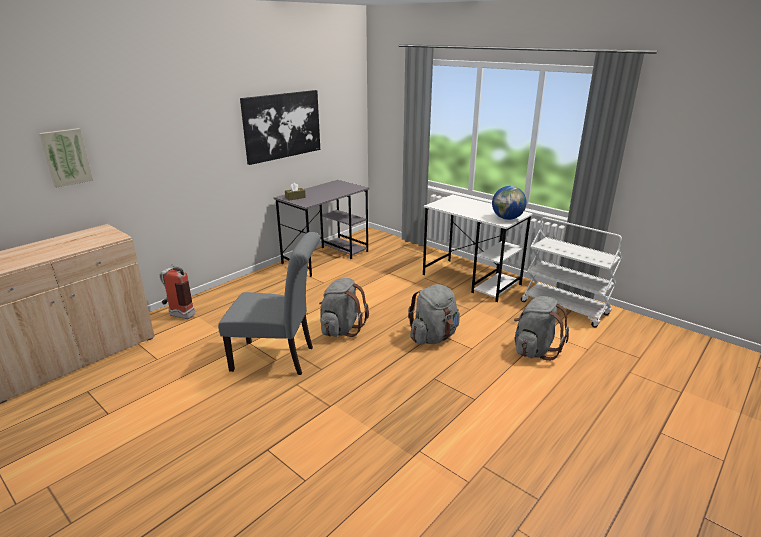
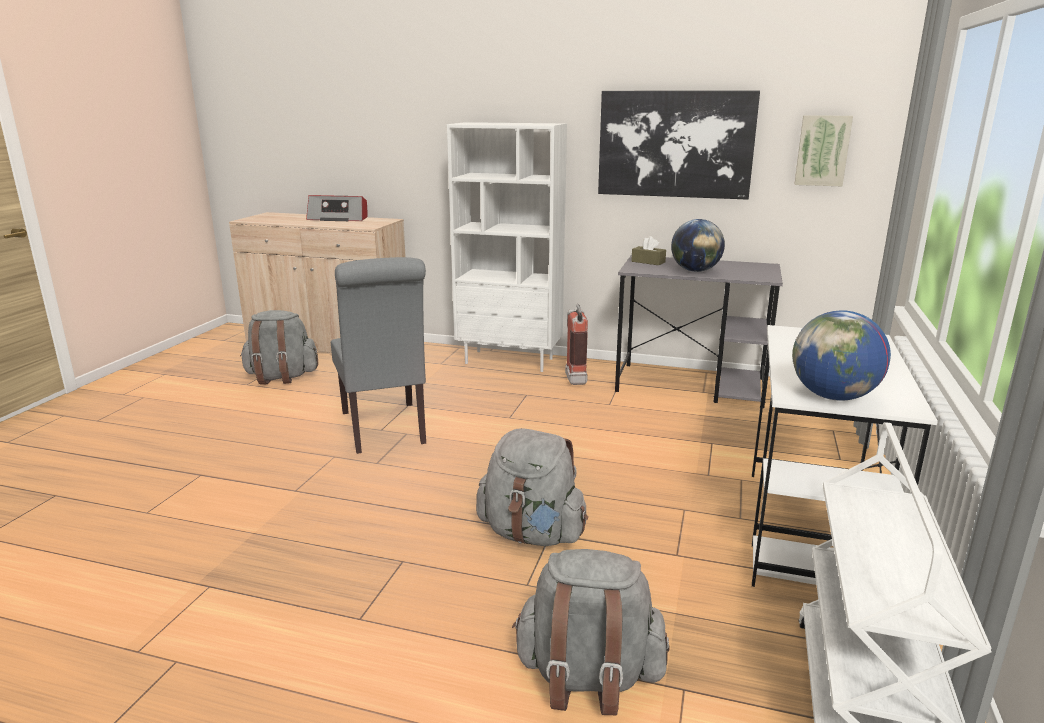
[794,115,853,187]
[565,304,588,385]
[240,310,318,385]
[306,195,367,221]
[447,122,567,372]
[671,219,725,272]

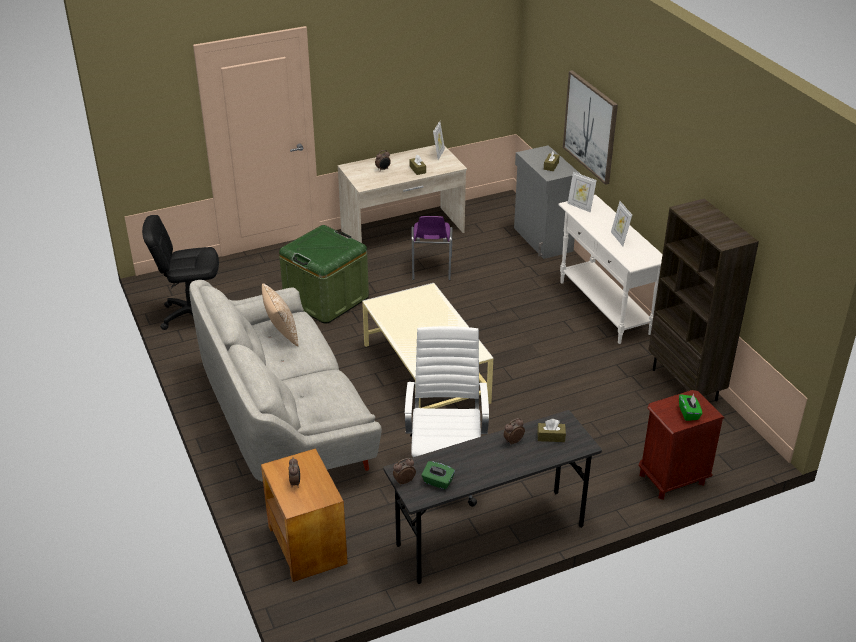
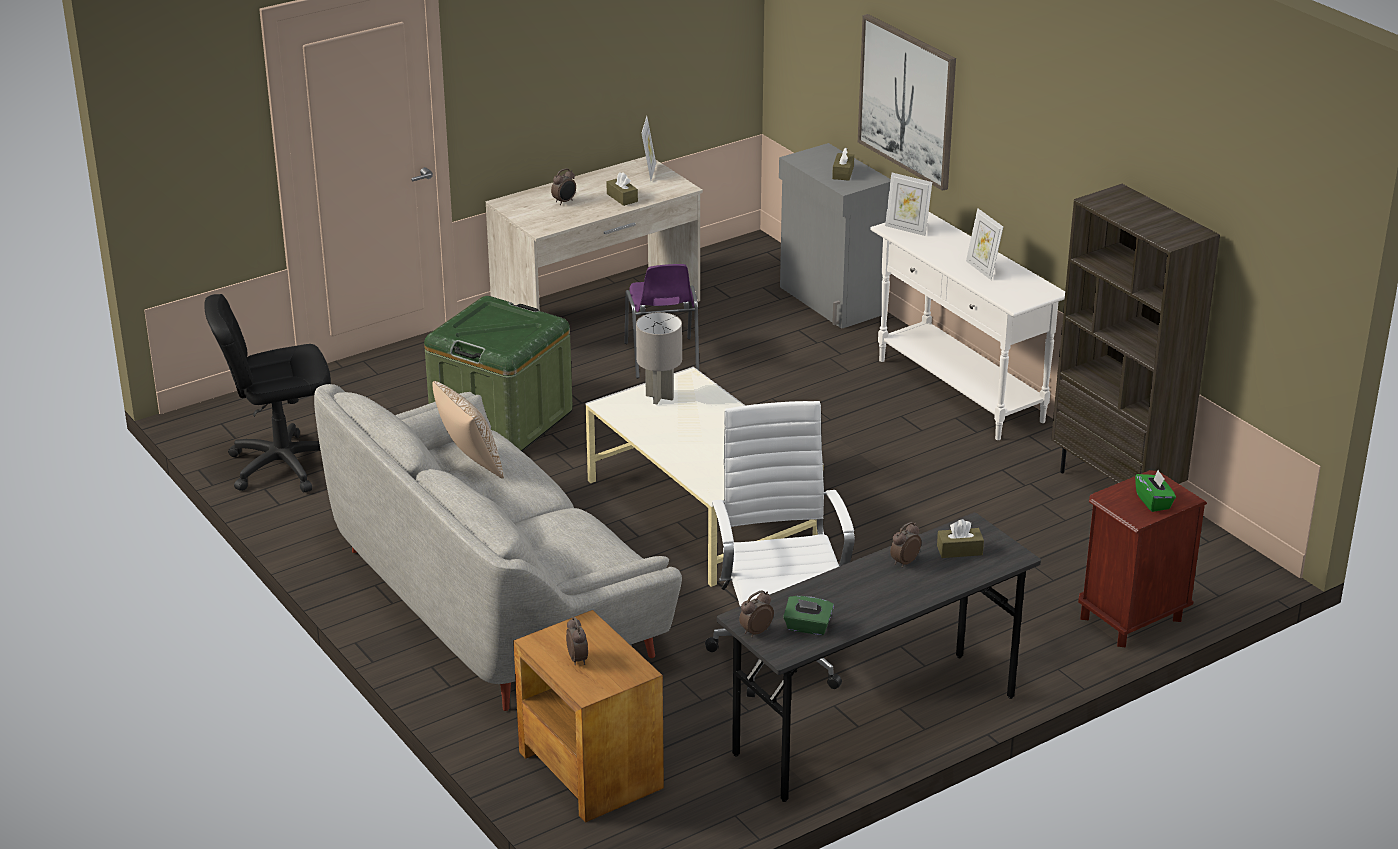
[636,312,682,404]

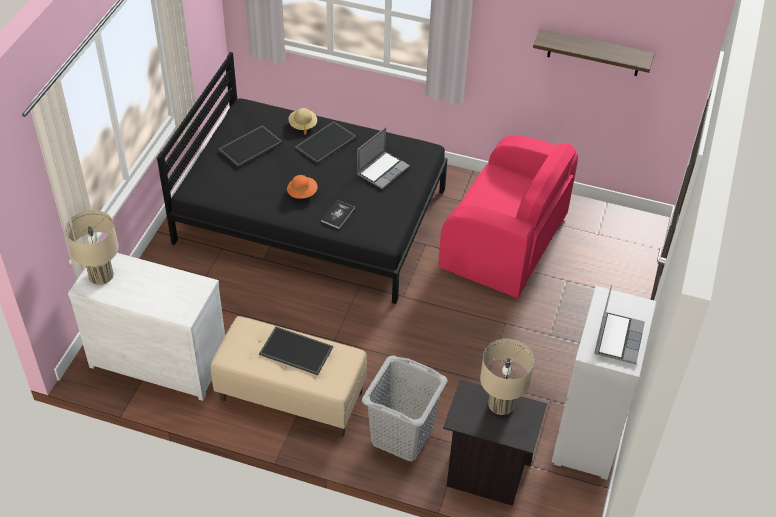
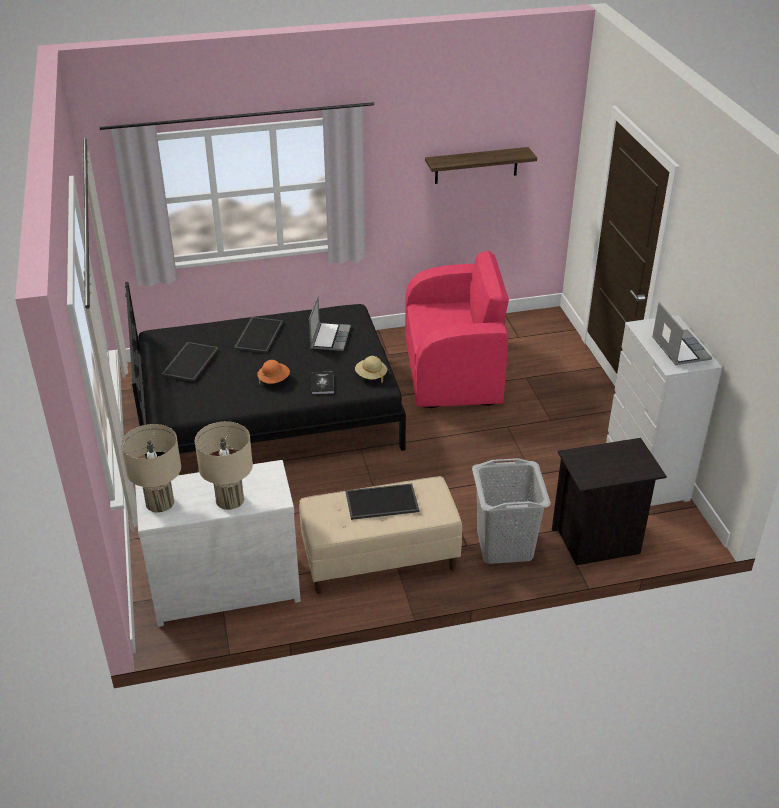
[355,356,387,383]
[195,421,253,510]

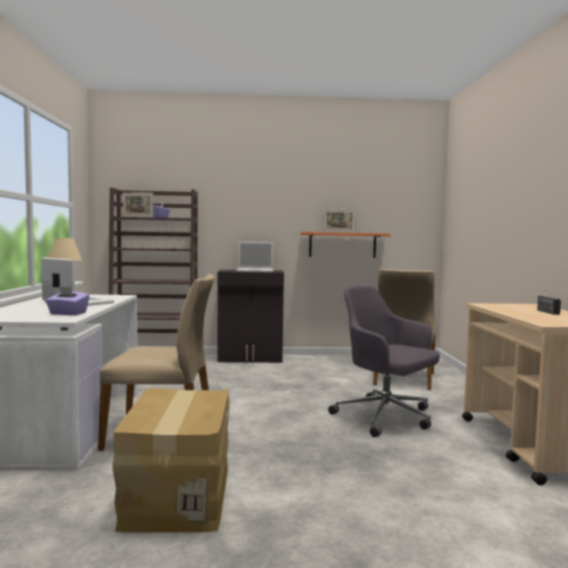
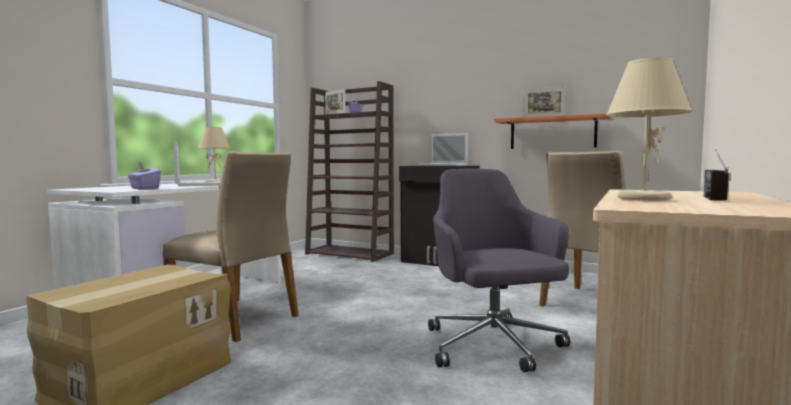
[606,57,692,201]

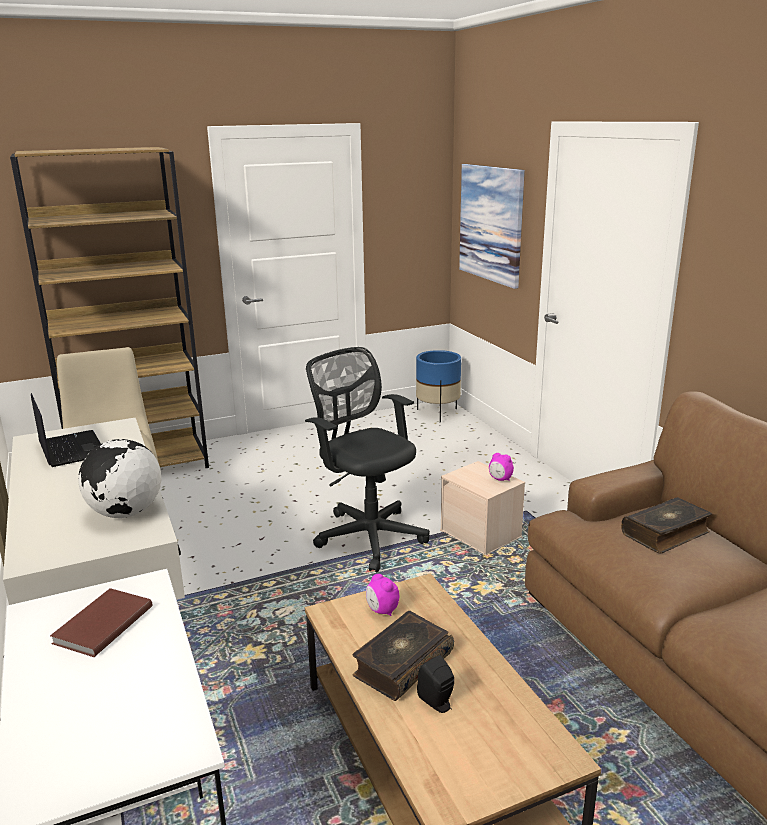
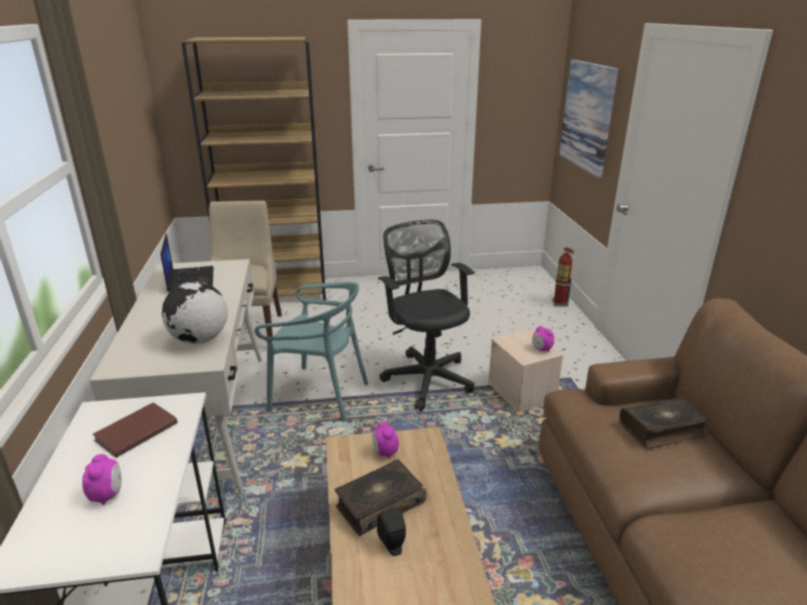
[416,350,461,422] (first image)
[82,454,121,506]
[254,282,368,421]
[552,247,575,307]

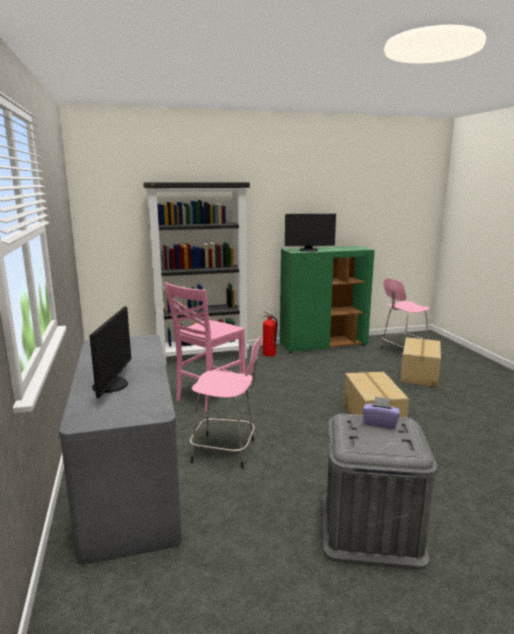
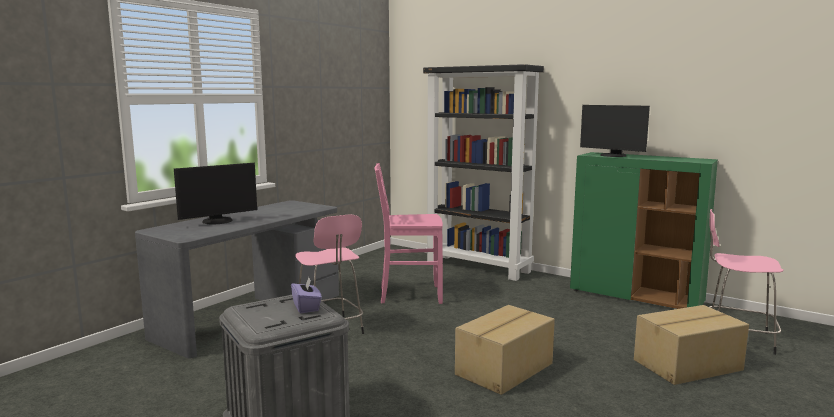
[262,311,277,357] (first image)

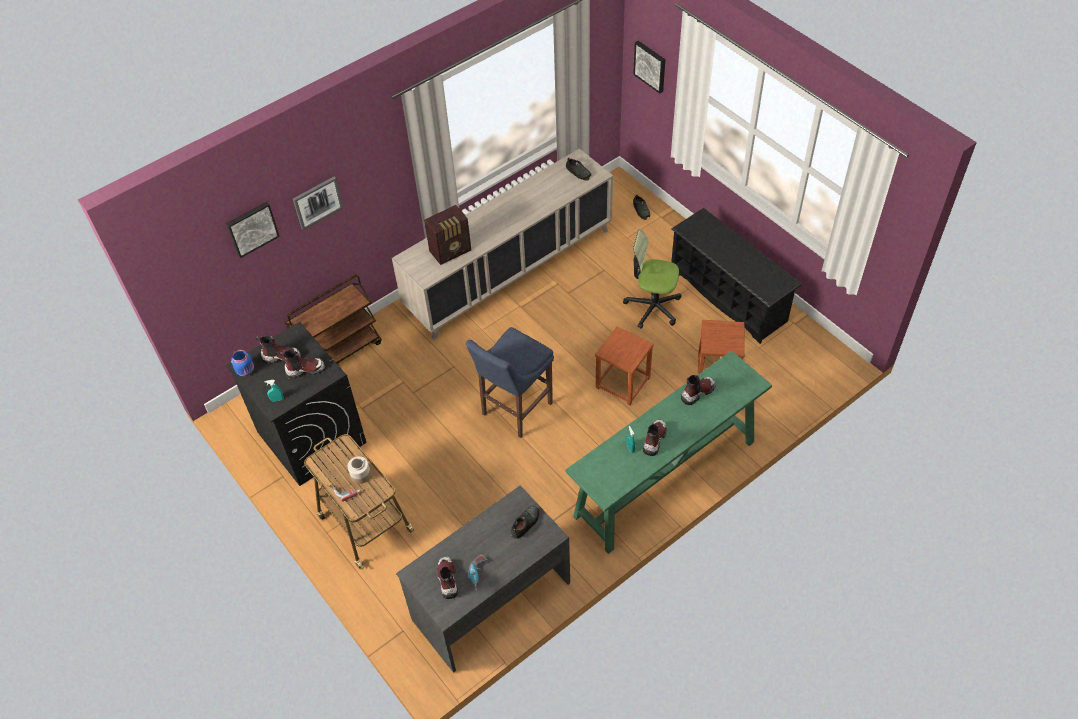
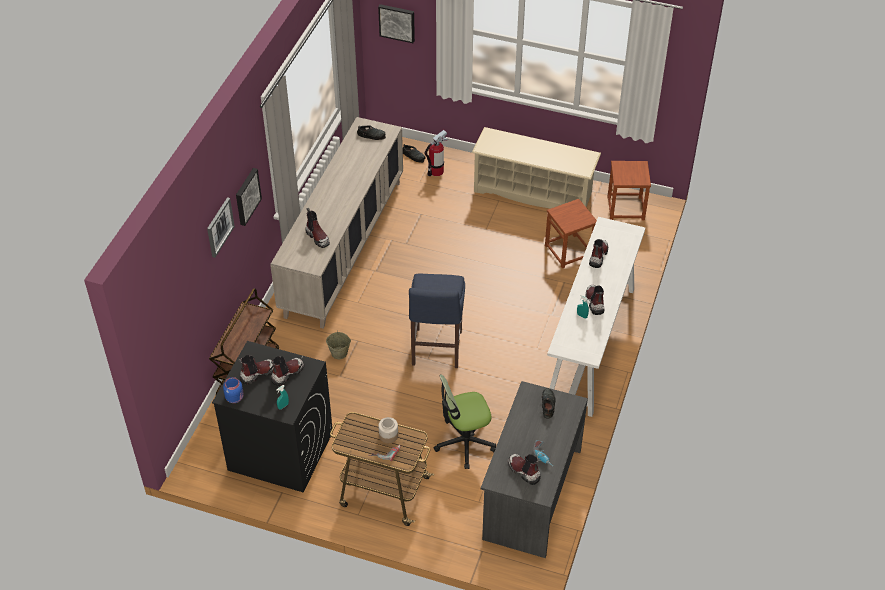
[236,168,262,226]
[306,207,330,248]
[547,217,645,417]
[607,161,651,221]
[434,375,496,469]
[472,127,601,208]
[326,330,351,359]
[425,130,448,176]

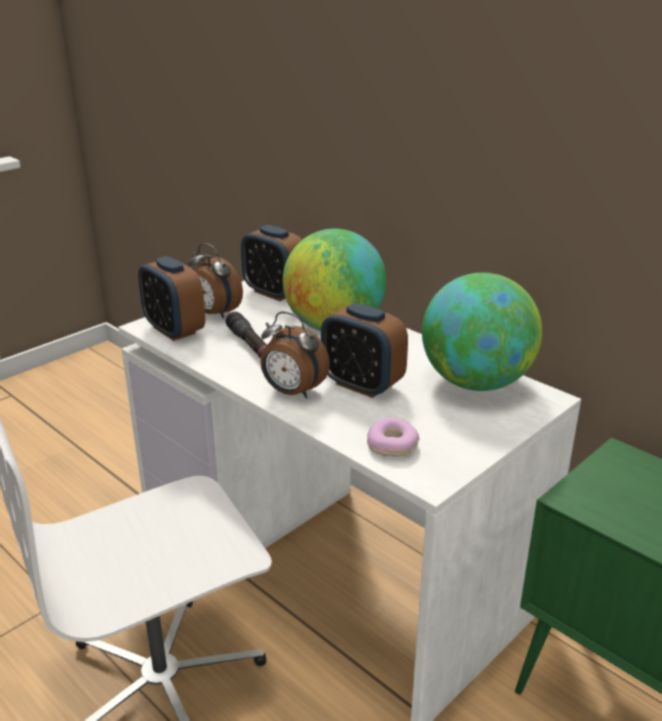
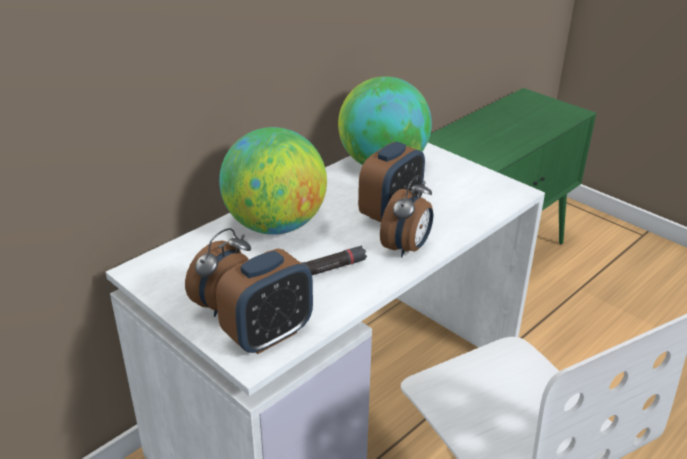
[241,225,302,301] (first image)
[367,417,419,456] (first image)

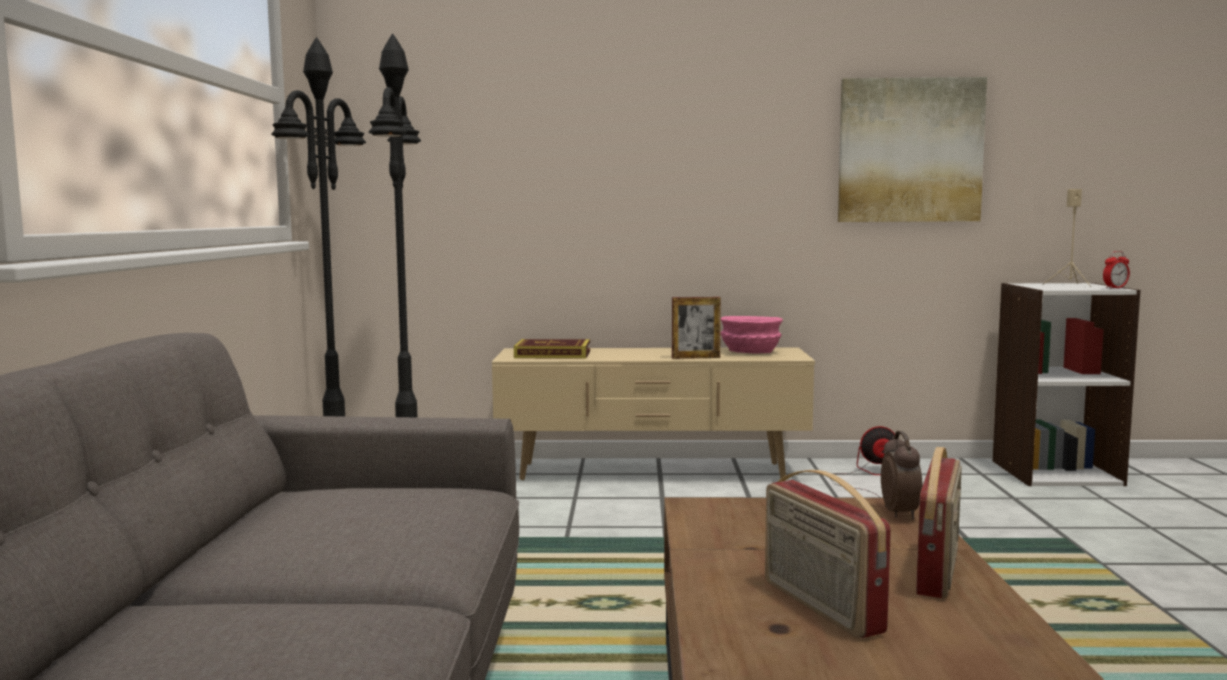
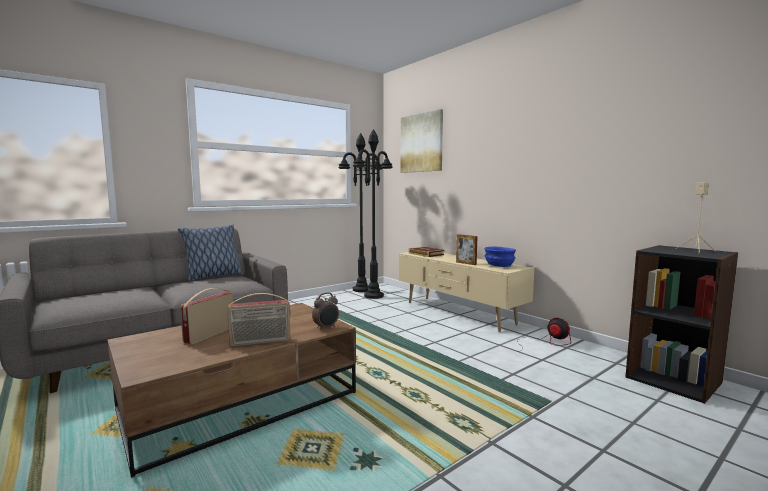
[484,247,516,267]
[401,109,443,173]
[625,245,738,404]
[1103,251,1130,289] (first image)
[178,225,243,282]

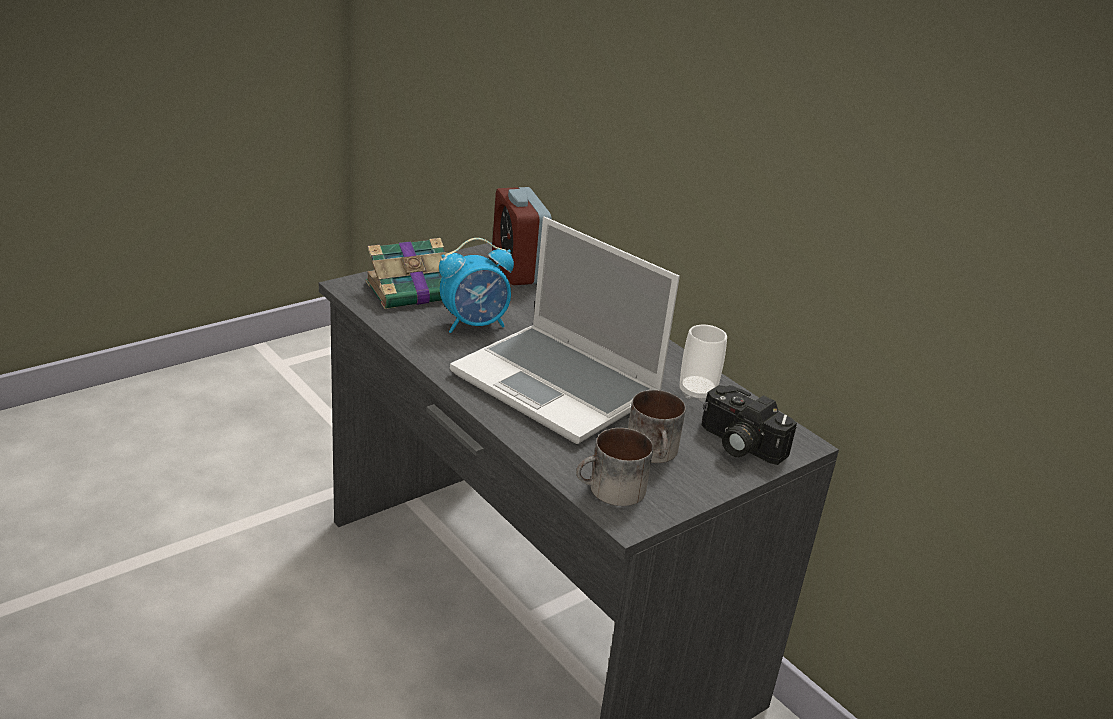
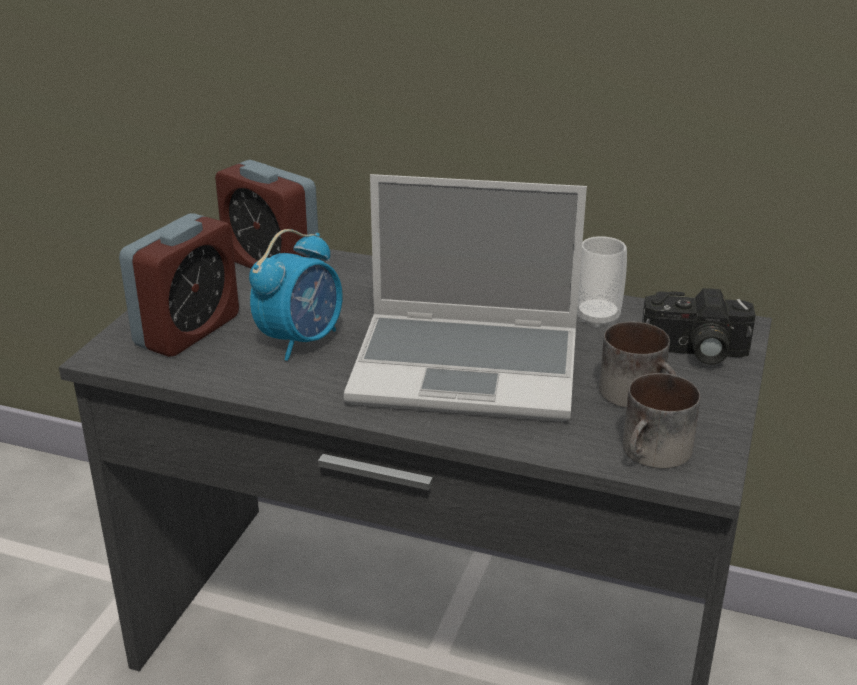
[119,213,239,357]

